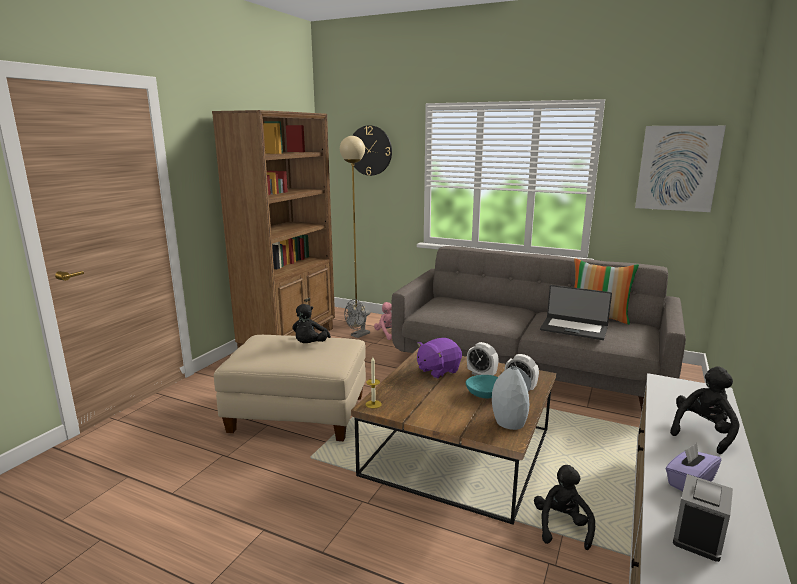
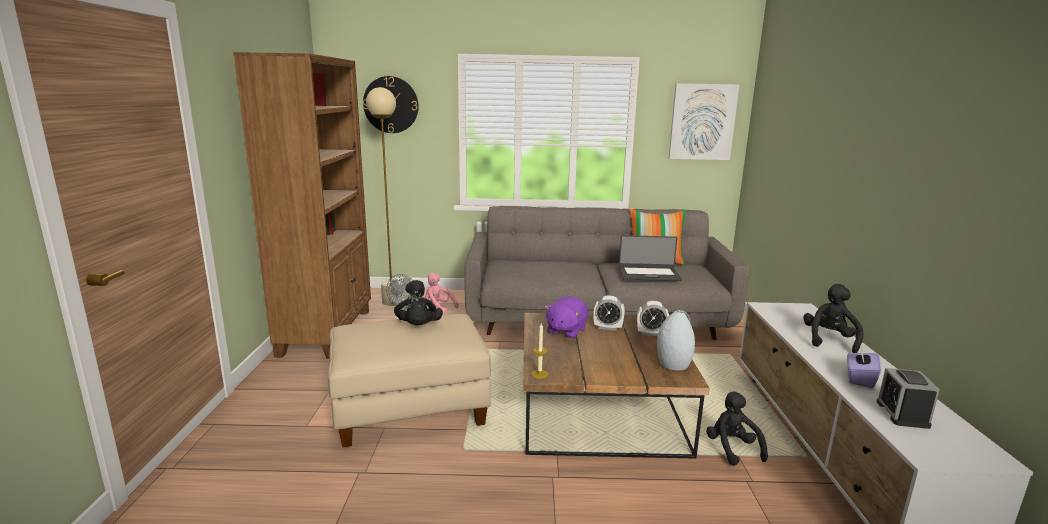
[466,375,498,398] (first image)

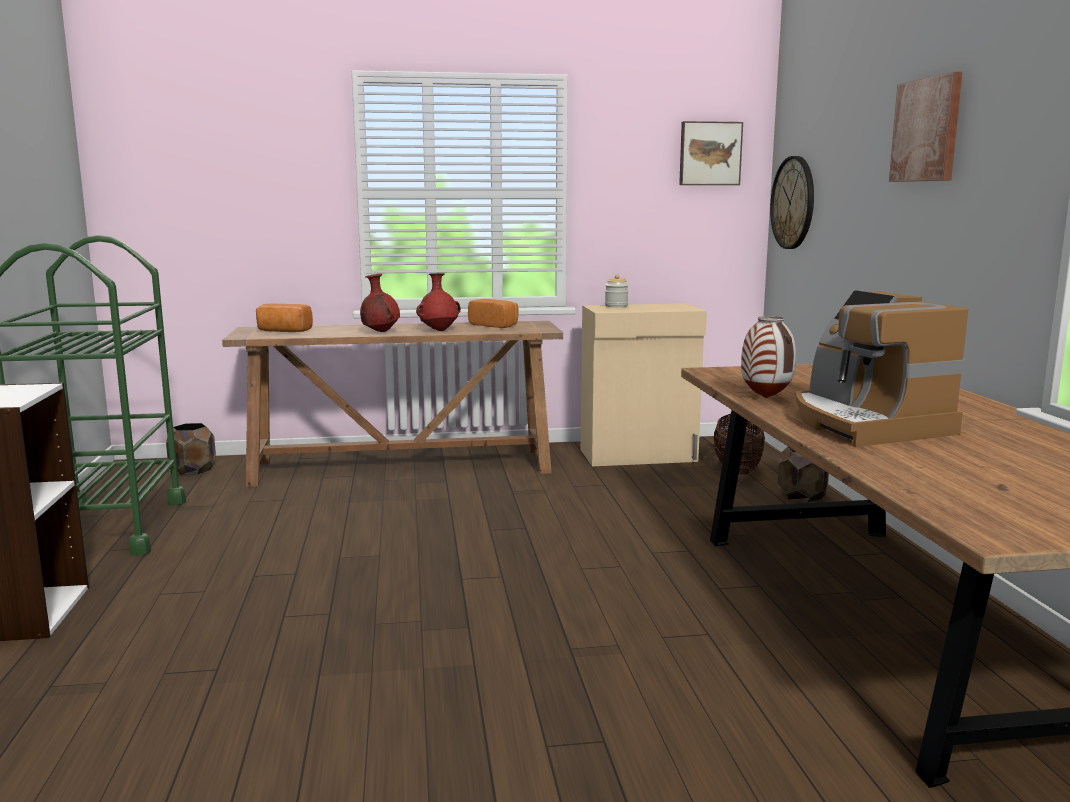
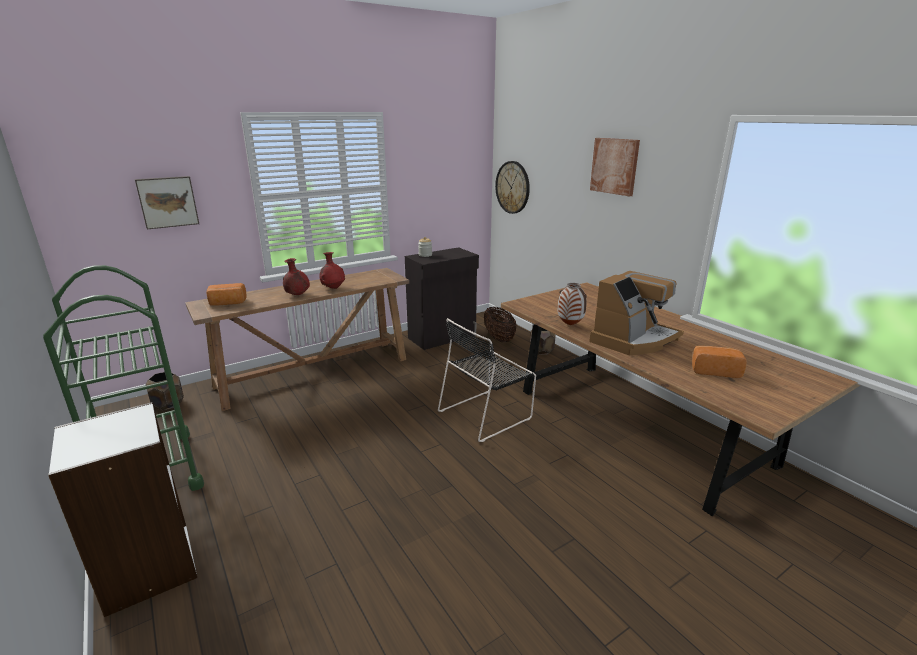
[692,346,747,378]
[405,247,479,350]
[135,176,199,229]
[589,271,684,355]
[438,318,536,442]

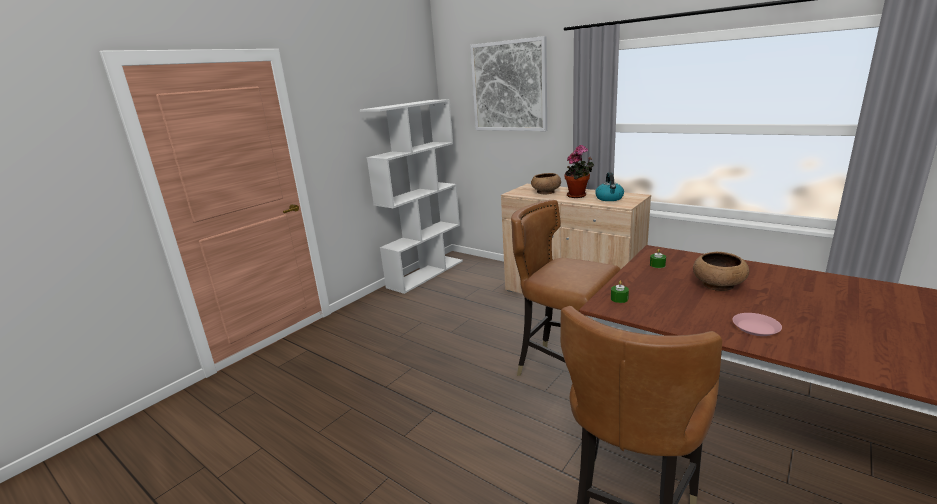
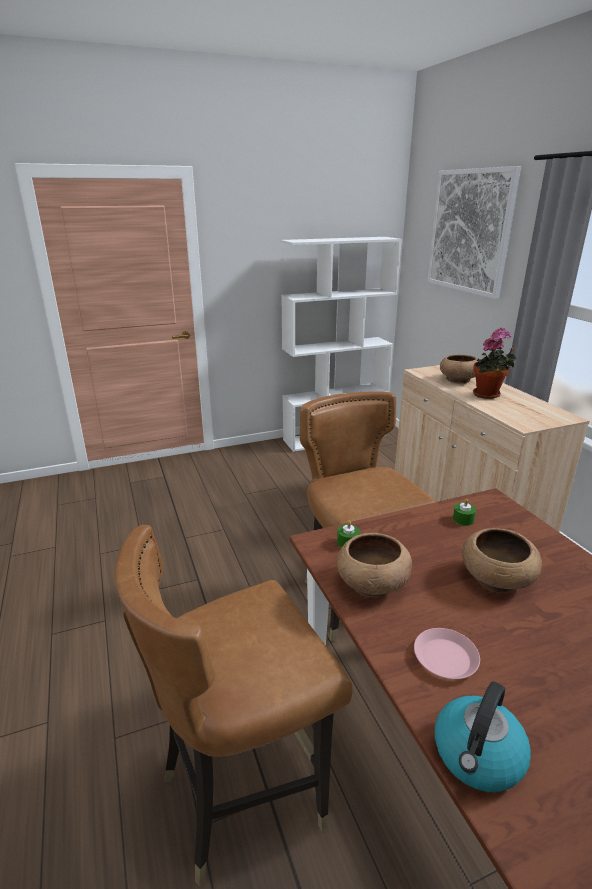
[435,681,531,792]
[337,533,413,597]

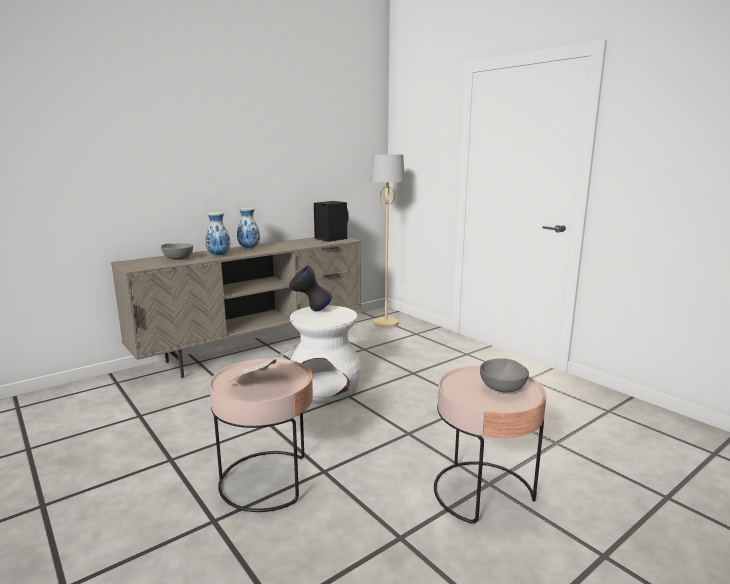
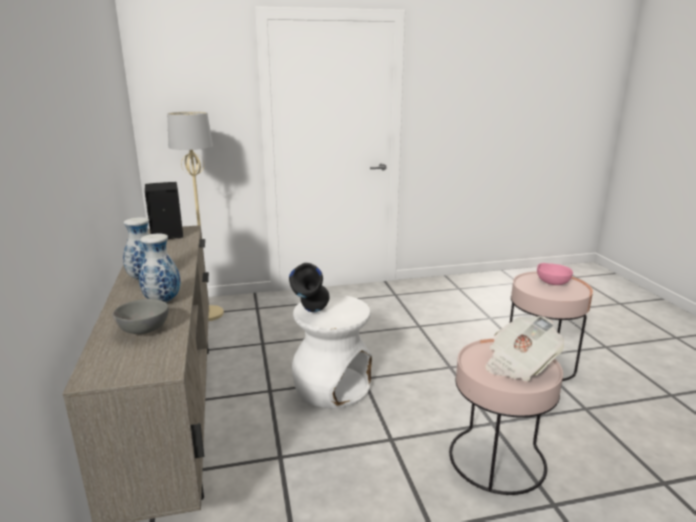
[537,263,573,285]

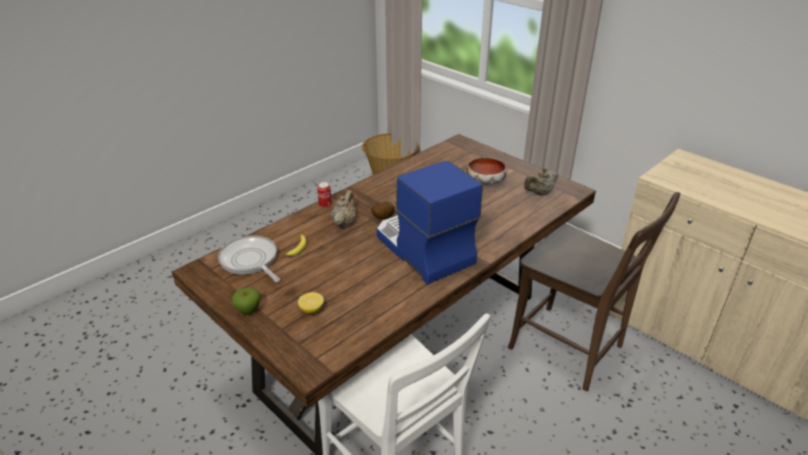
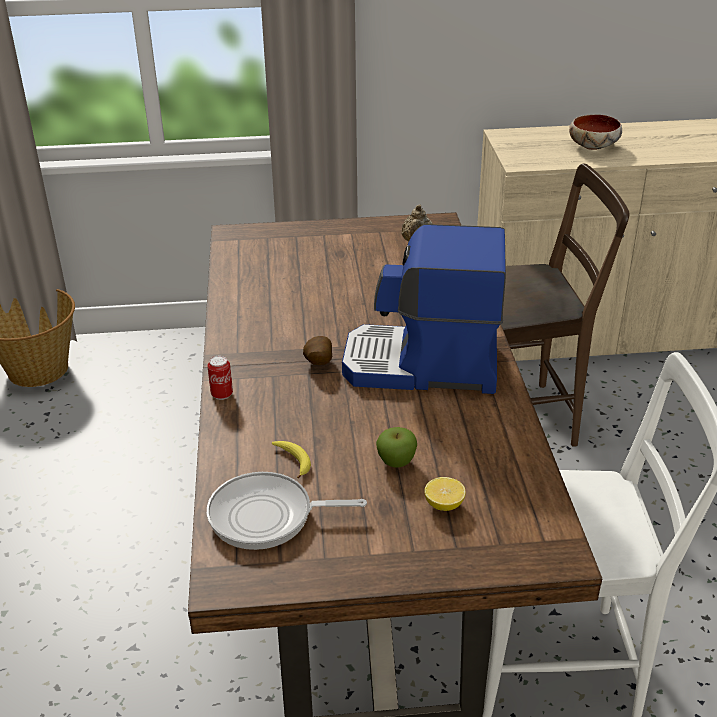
[376,427,417,468]
[331,190,357,227] (first image)
[569,114,622,150]

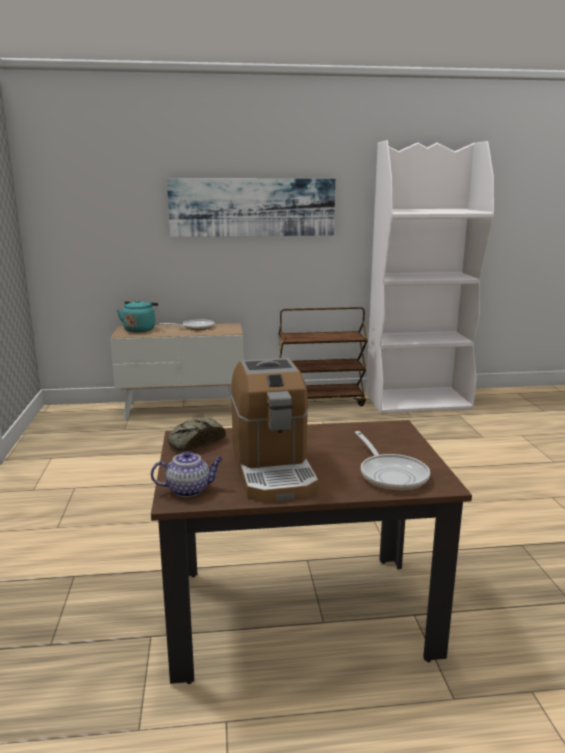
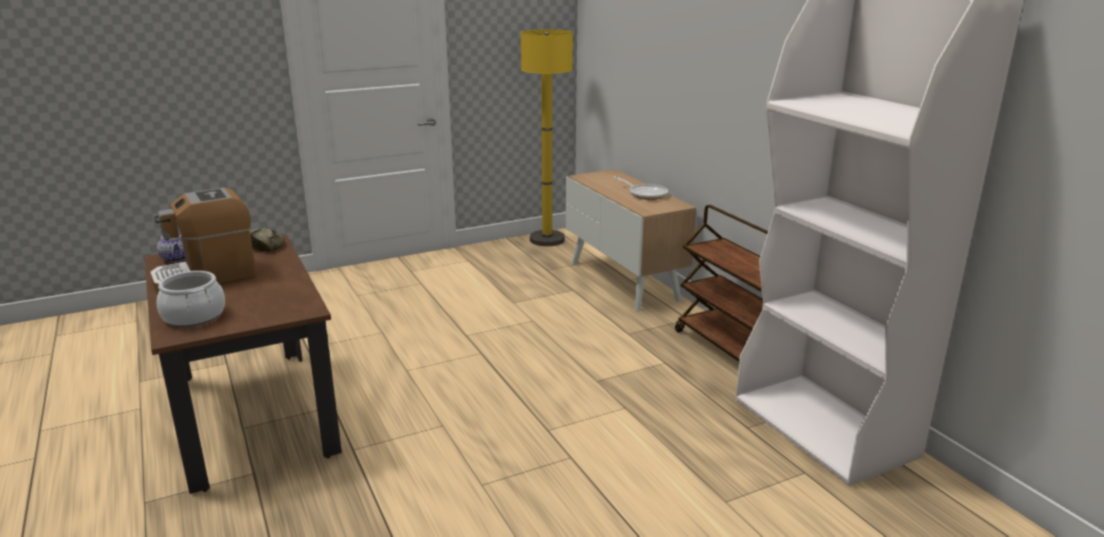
[117,300,158,332] (first image)
[167,179,335,237] (first image)
[157,268,225,327]
[521,30,573,246]

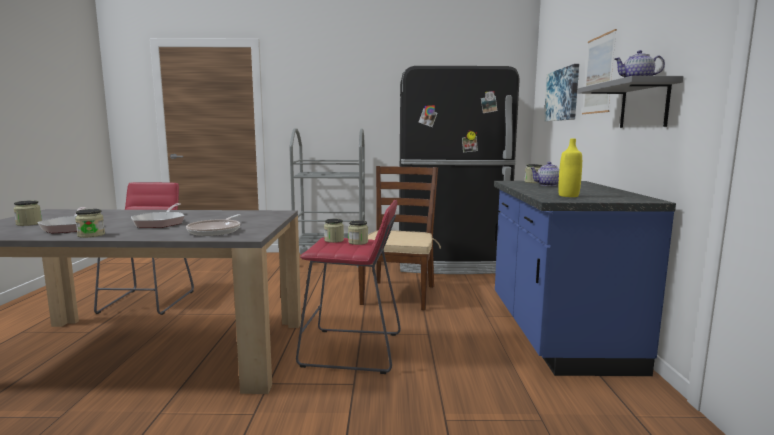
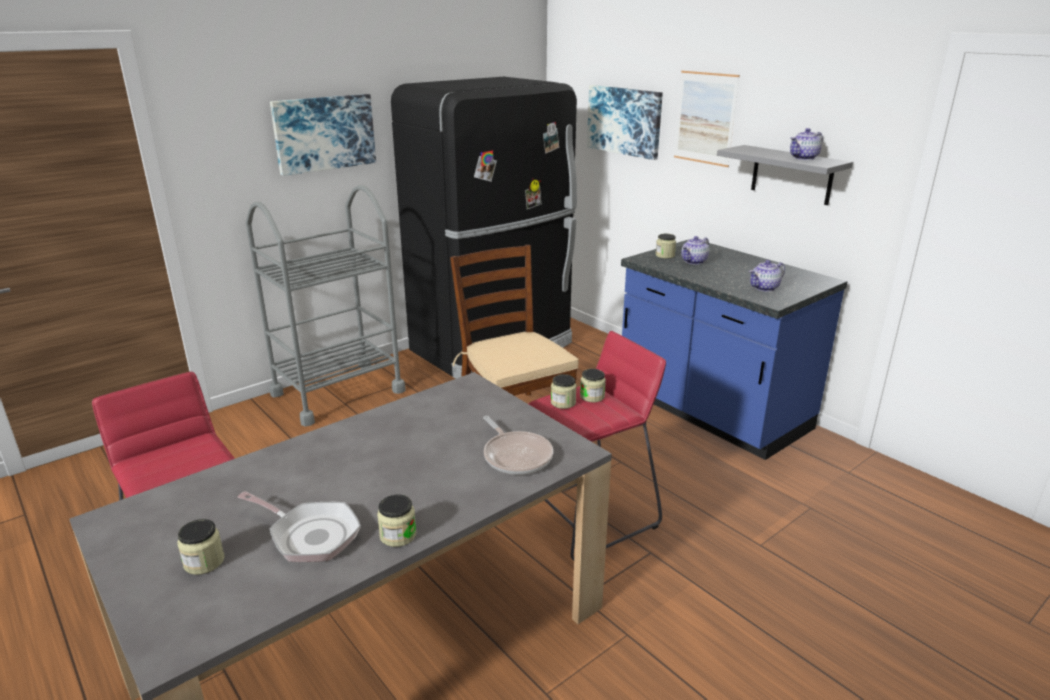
[131,203,184,228] (first image)
[749,260,785,292]
[270,94,376,176]

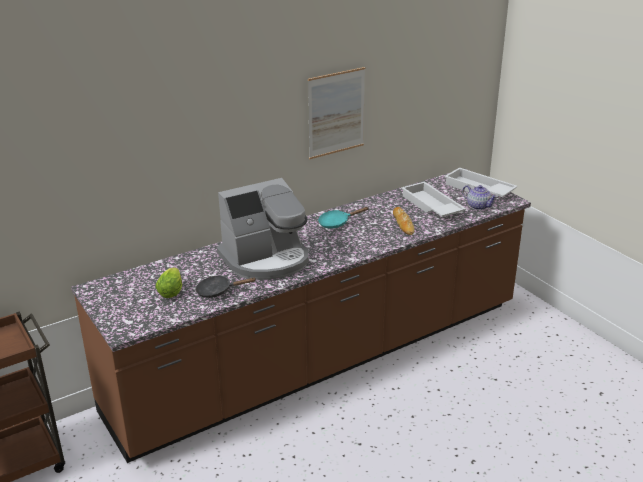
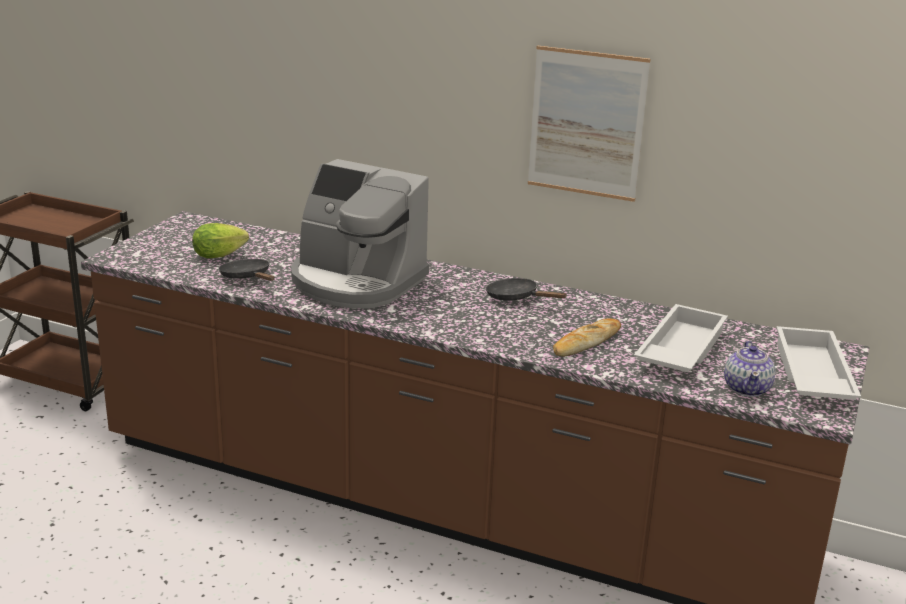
[486,278,567,301]

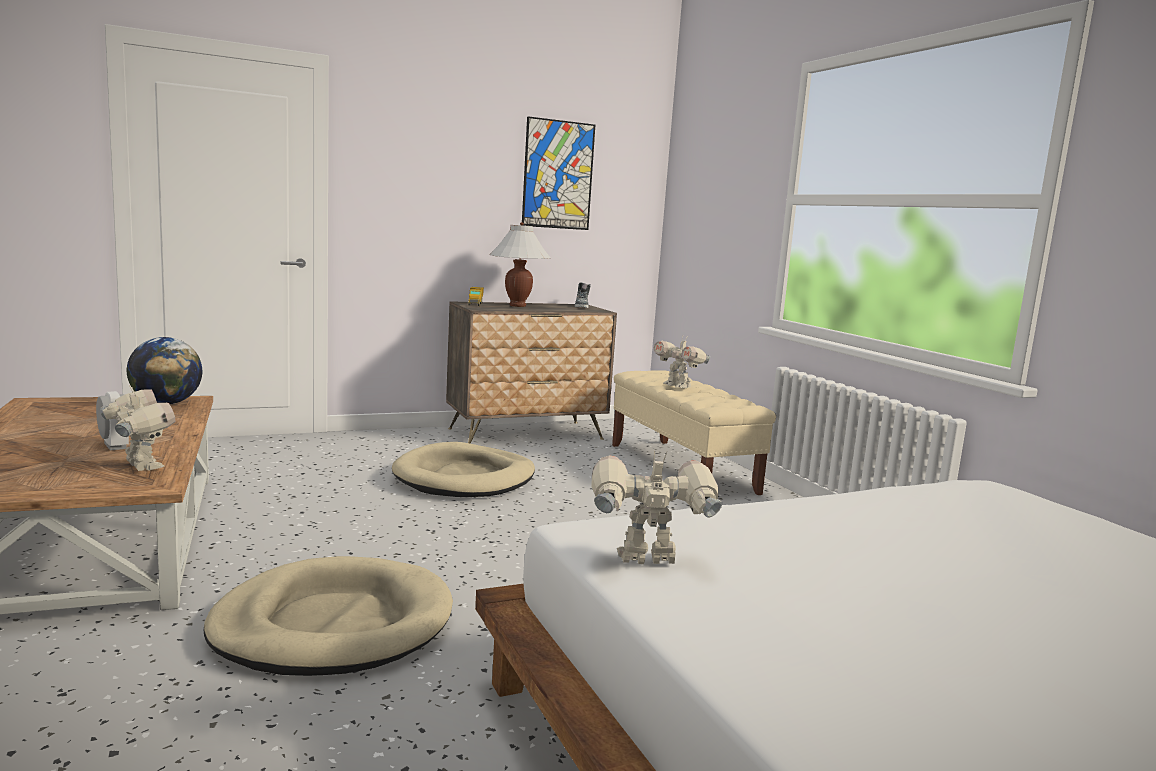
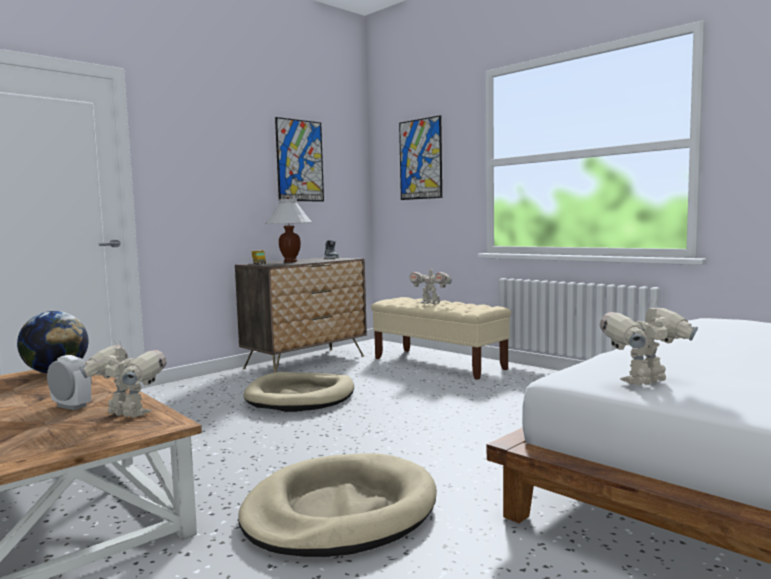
[399,115,442,200]

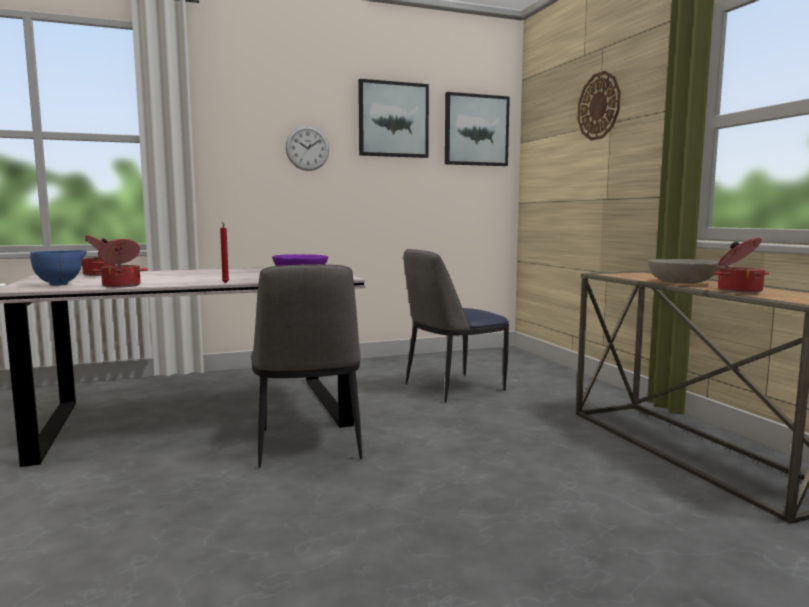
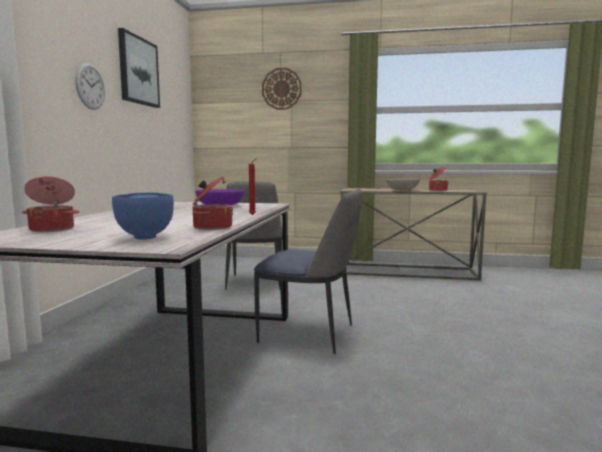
[445,92,510,166] (first image)

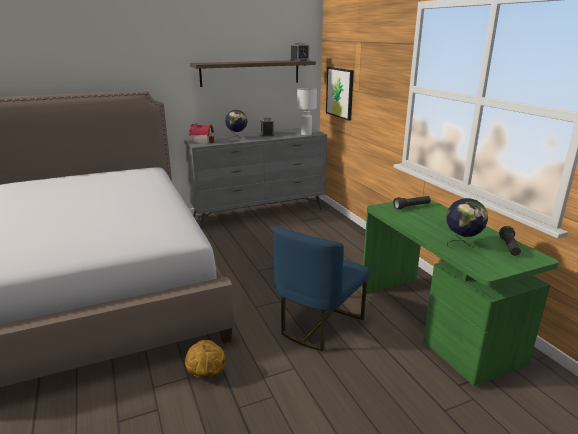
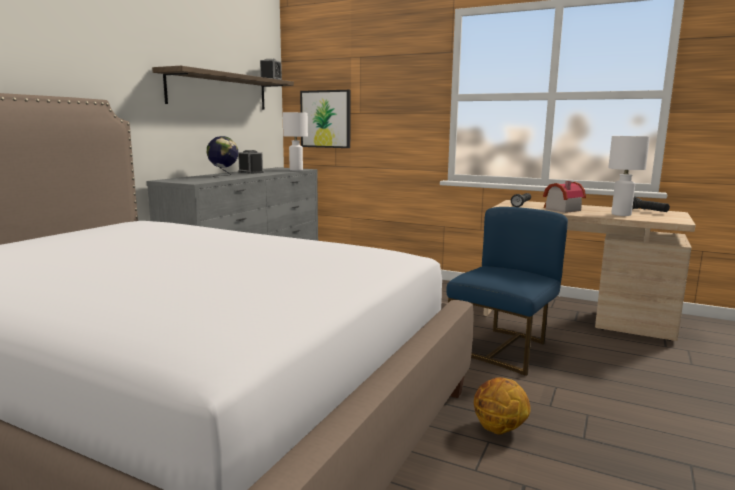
[543,181,586,213]
[446,207,568,376]
[483,200,696,341]
[608,136,650,216]

